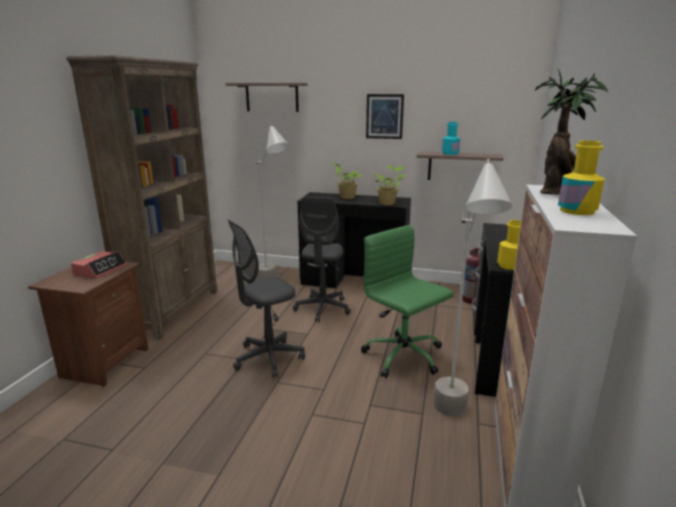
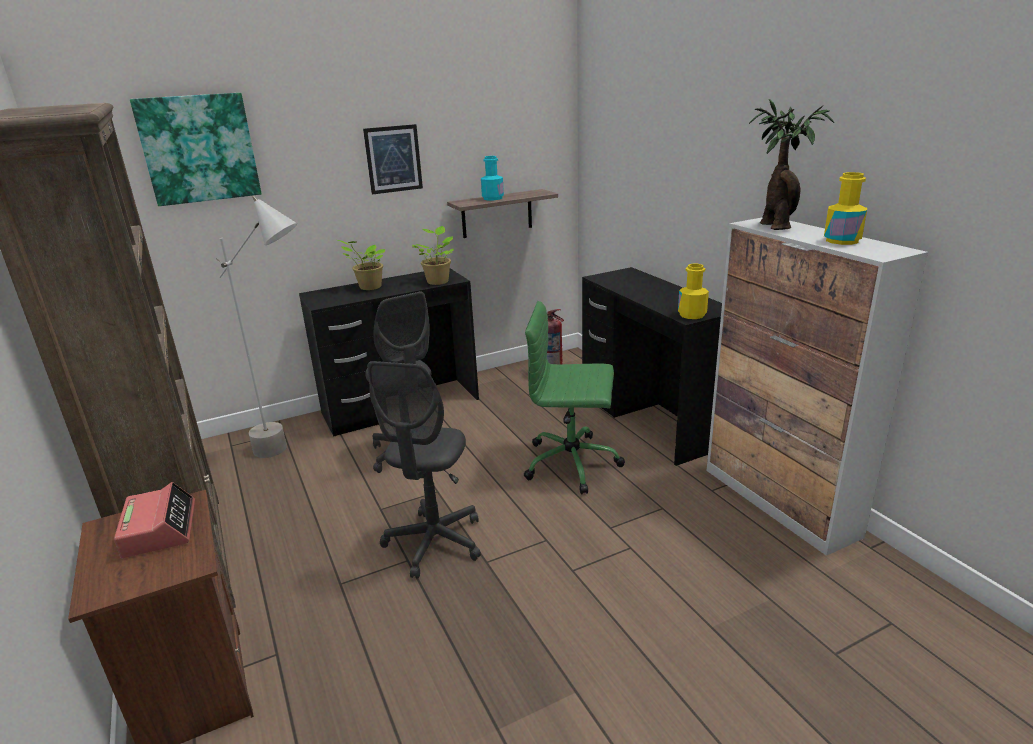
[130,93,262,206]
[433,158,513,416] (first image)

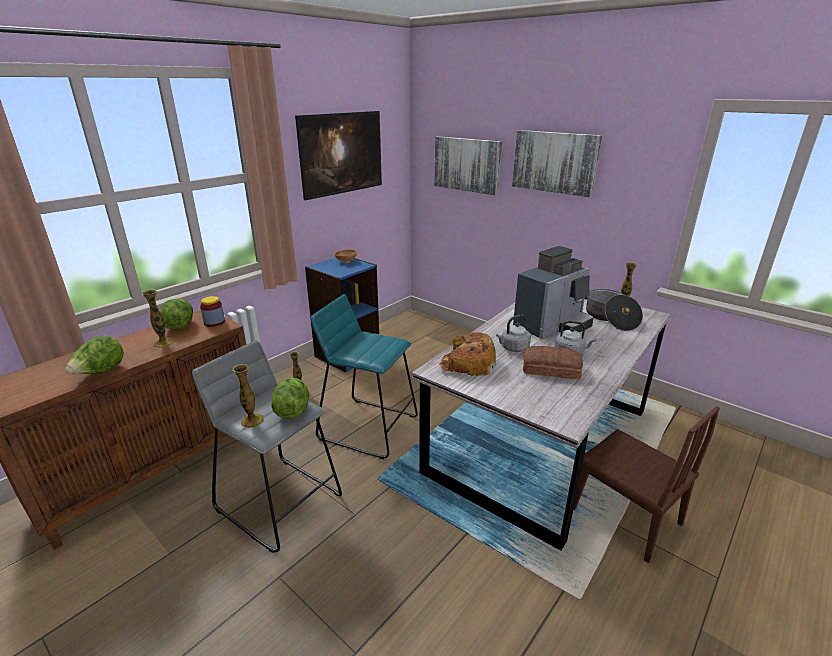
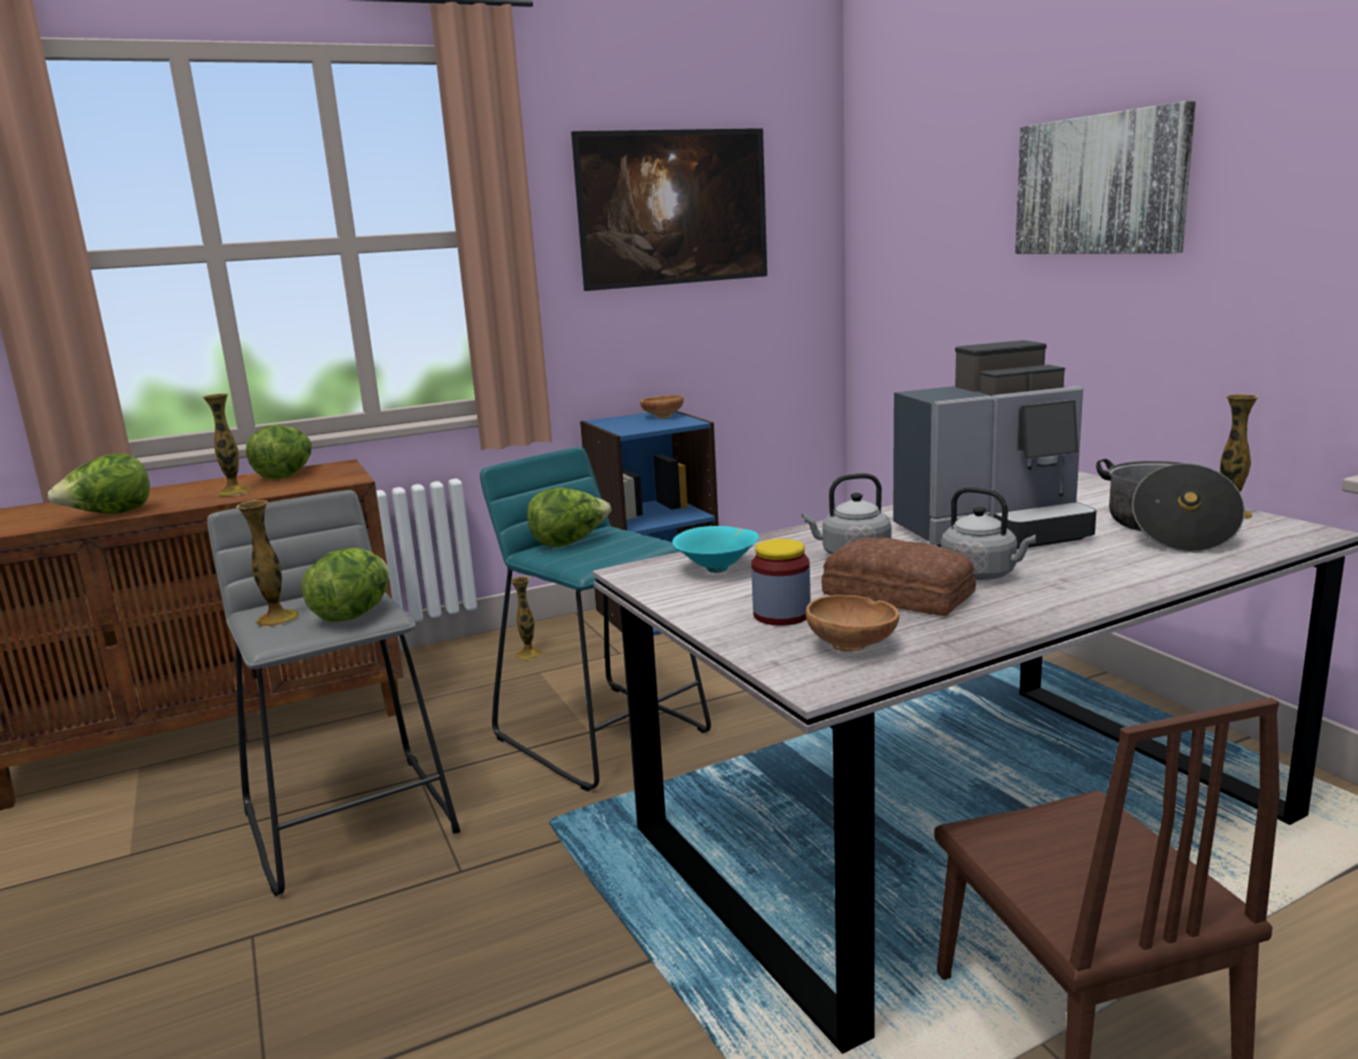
[527,487,611,547]
[672,526,759,573]
[751,539,810,626]
[806,595,899,652]
[434,136,502,195] (first image)

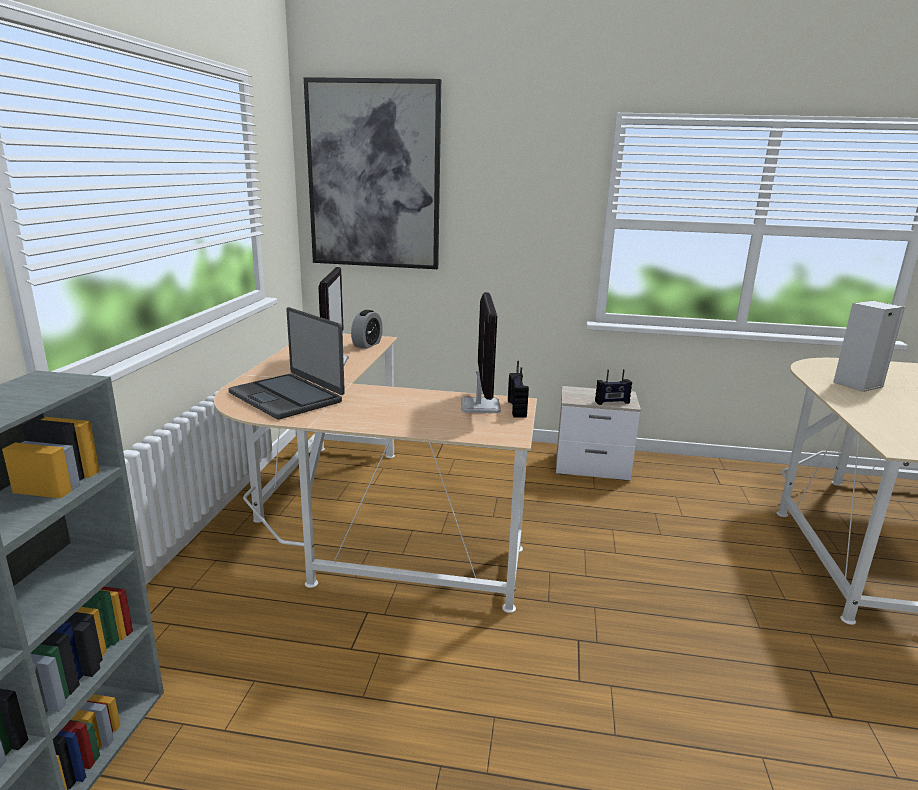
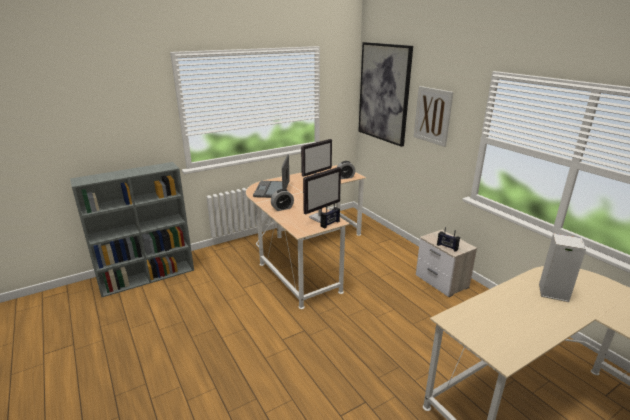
[271,189,294,211]
[413,86,454,147]

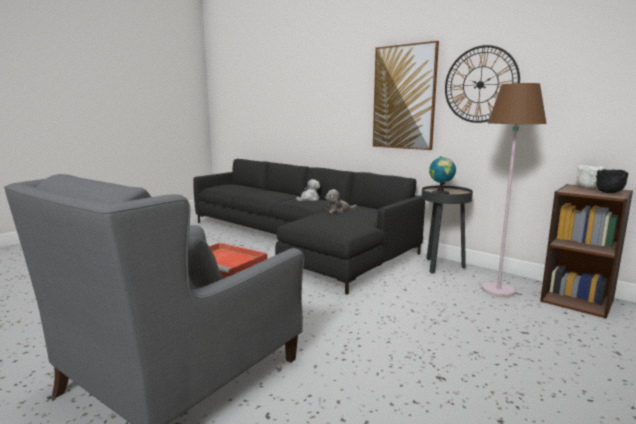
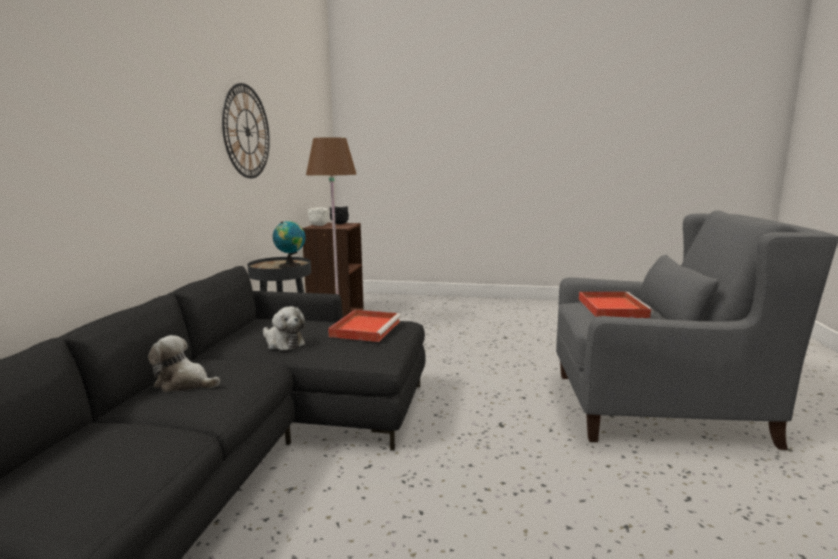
[328,310,401,342]
[373,41,439,150] (first image)

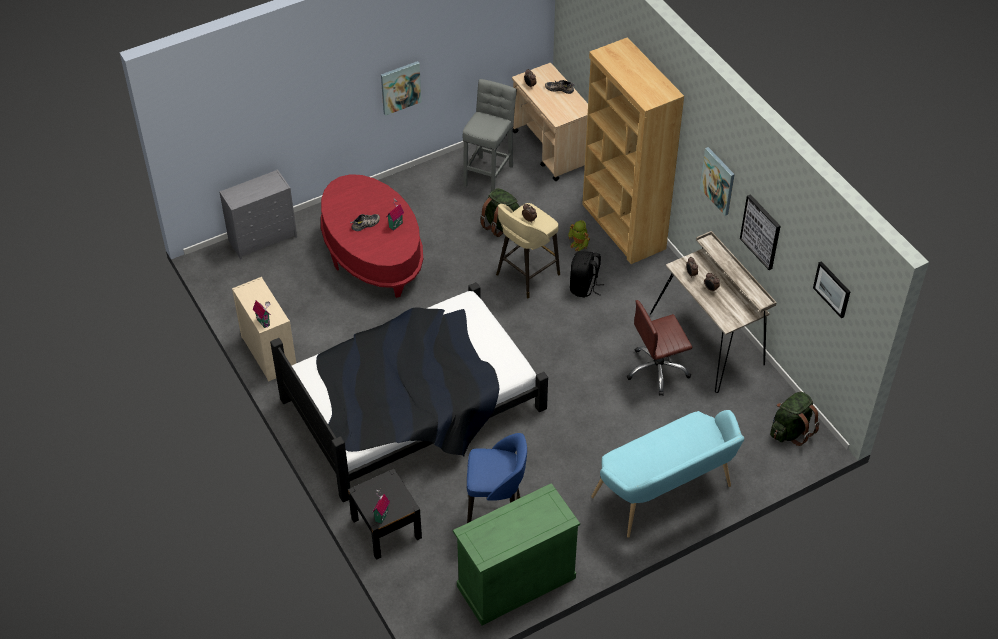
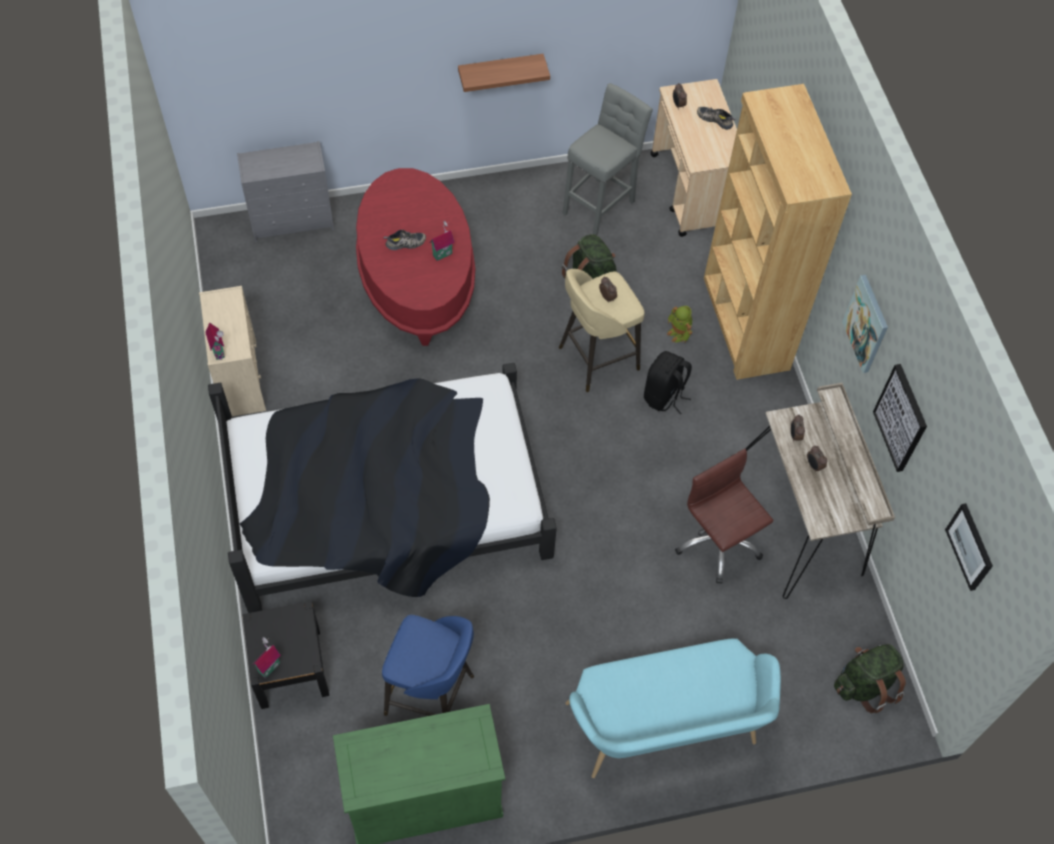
[458,54,550,92]
[675,449,773,584]

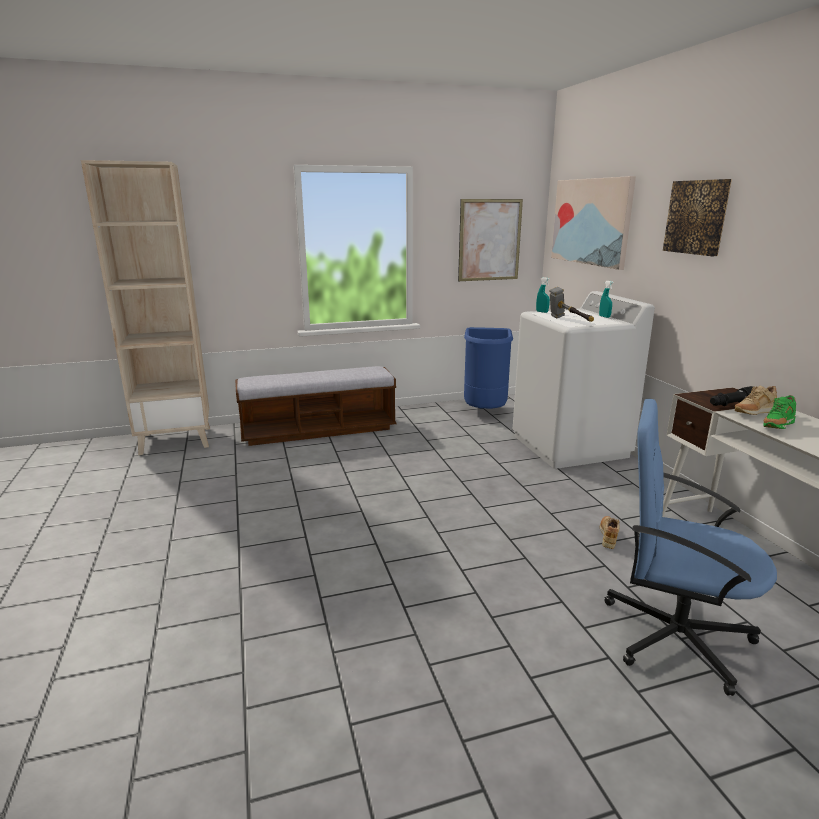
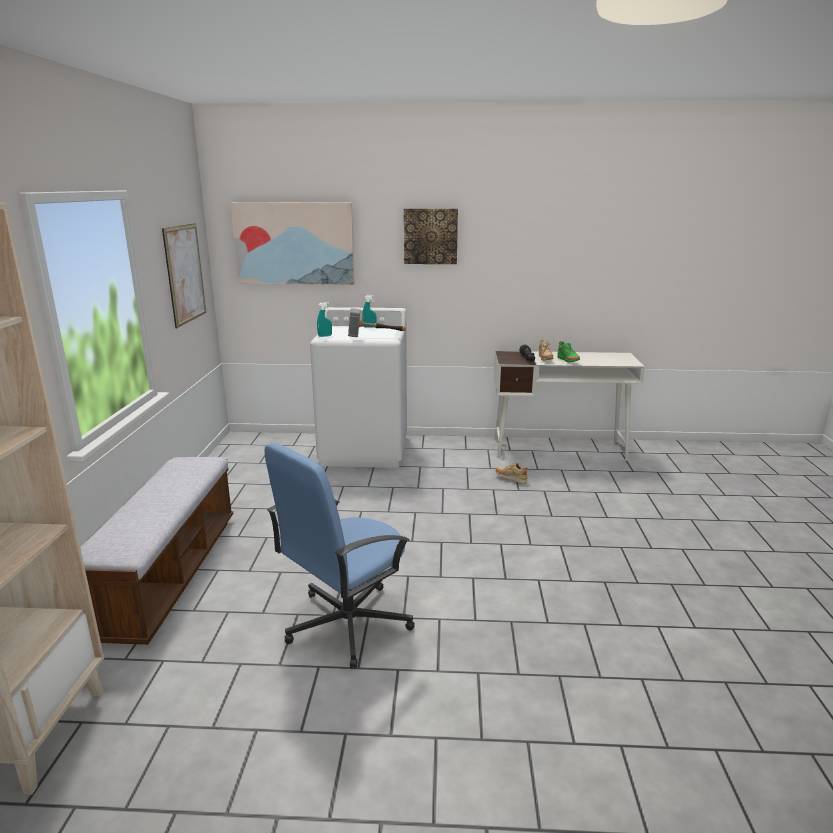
[264,443,415,668]
[464,327,513,409] (first image)

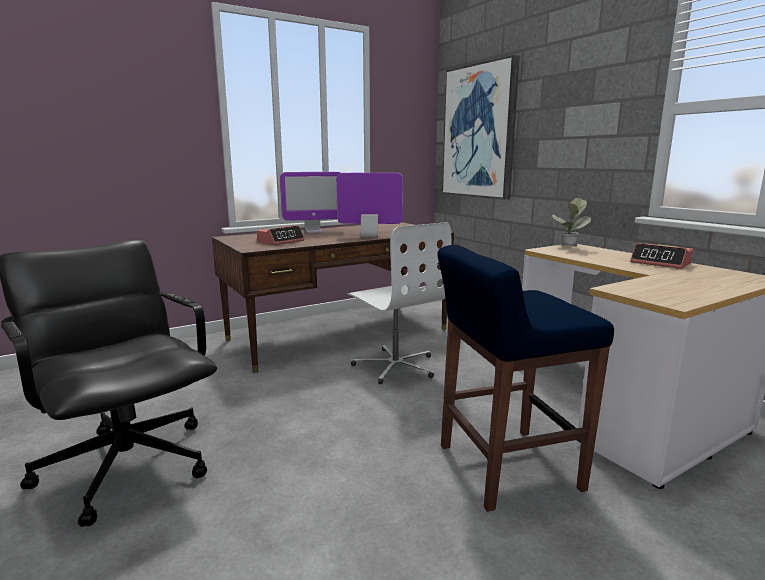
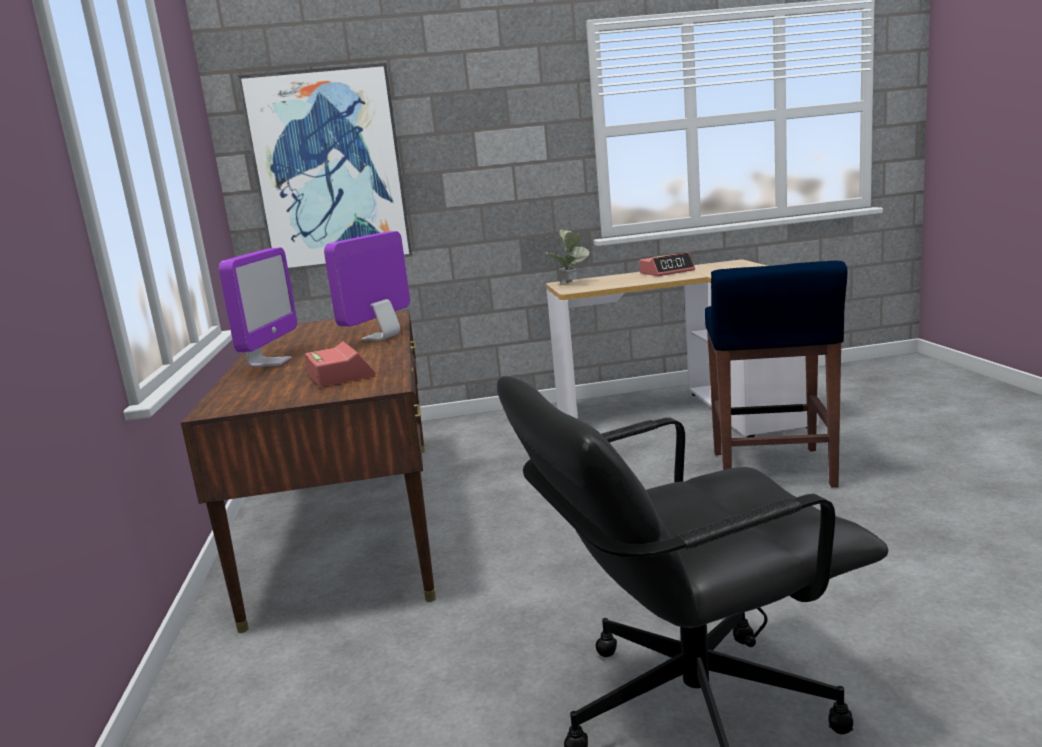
[347,222,451,384] (first image)

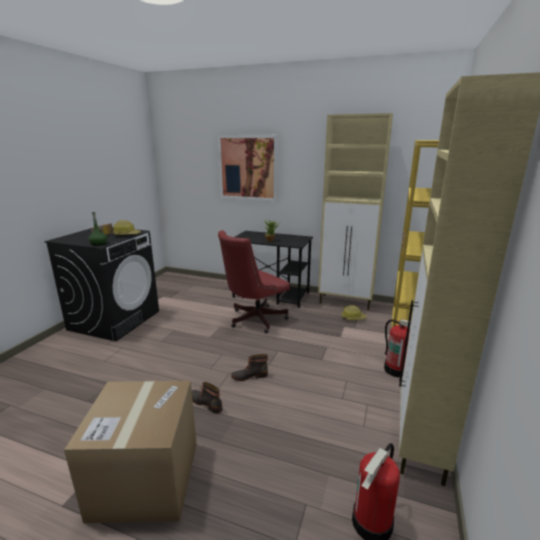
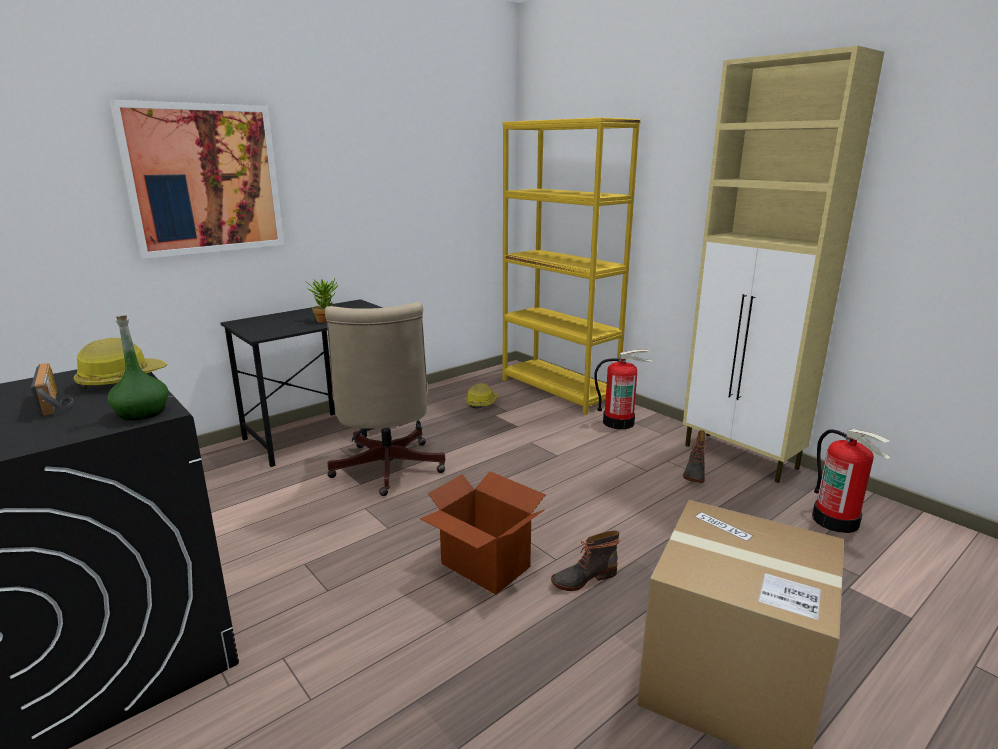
[325,302,445,496]
[420,471,546,595]
[683,430,707,483]
[318,113,393,310] (first image)

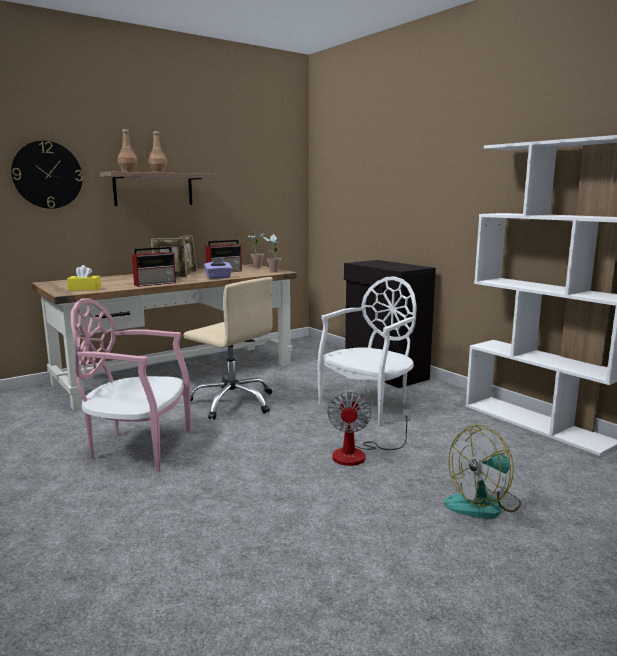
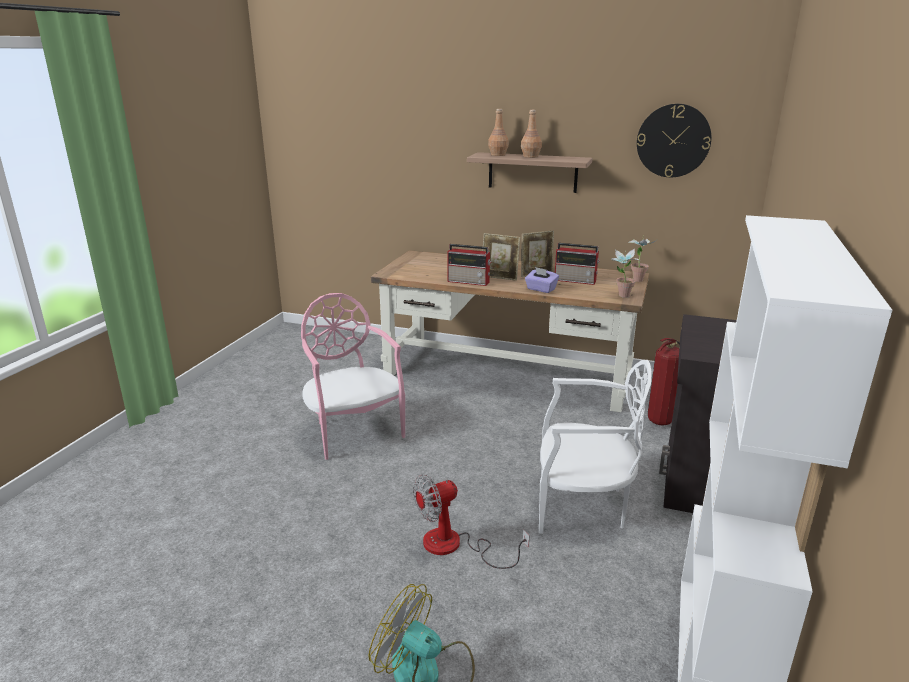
[637,104,711,177]
[648,338,680,426]
[67,265,101,291] (first image)
[184,277,273,420] (first image)

